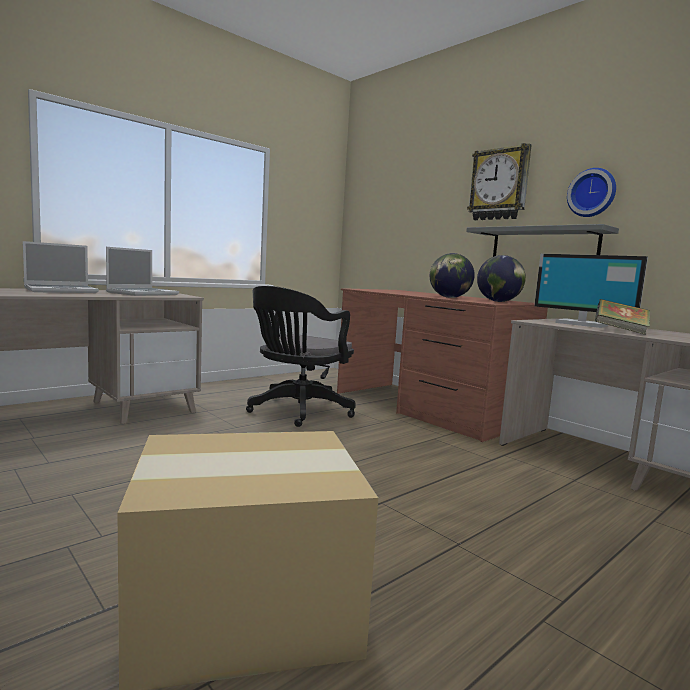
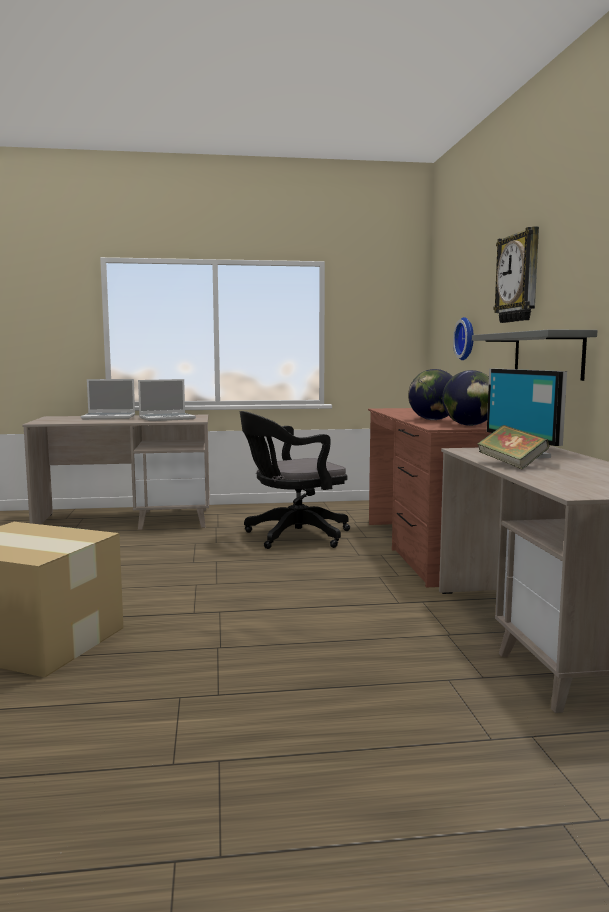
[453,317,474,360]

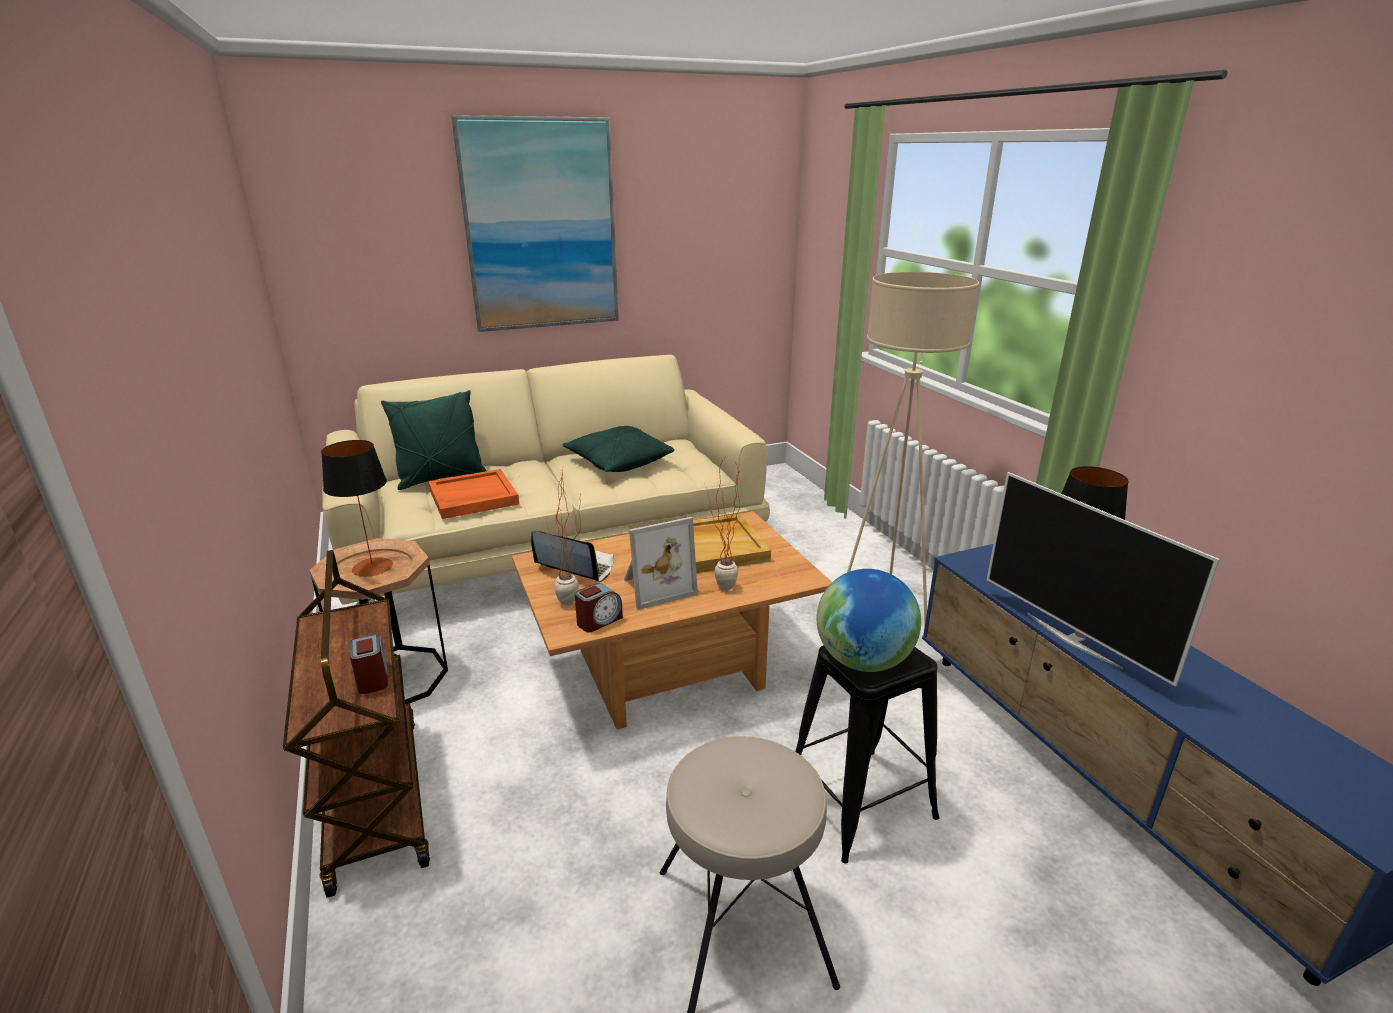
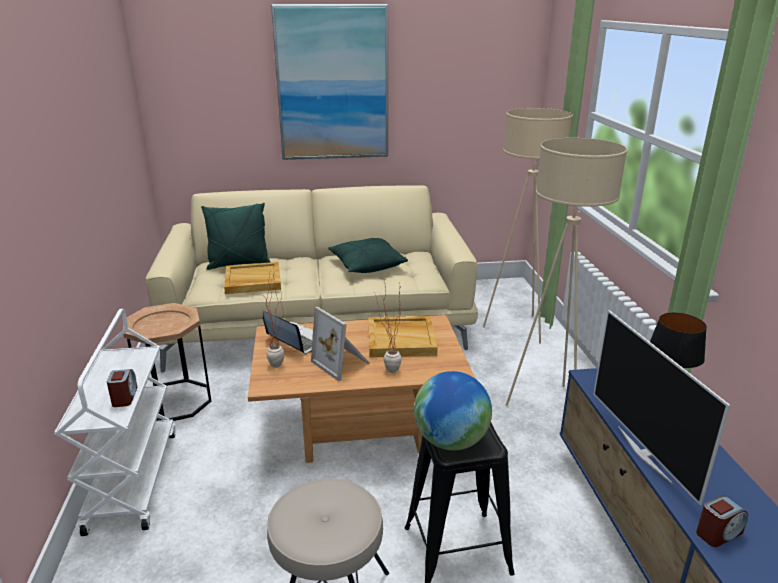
[54,309,175,536]
[224,262,281,294]
[311,307,370,381]
[483,108,573,344]
[696,495,748,547]
[321,440,393,577] (first image)

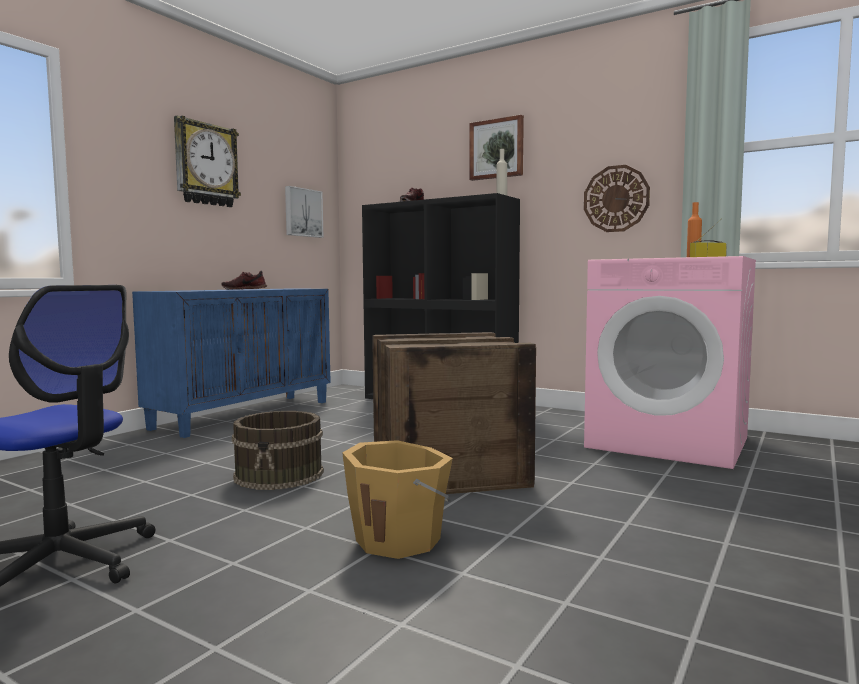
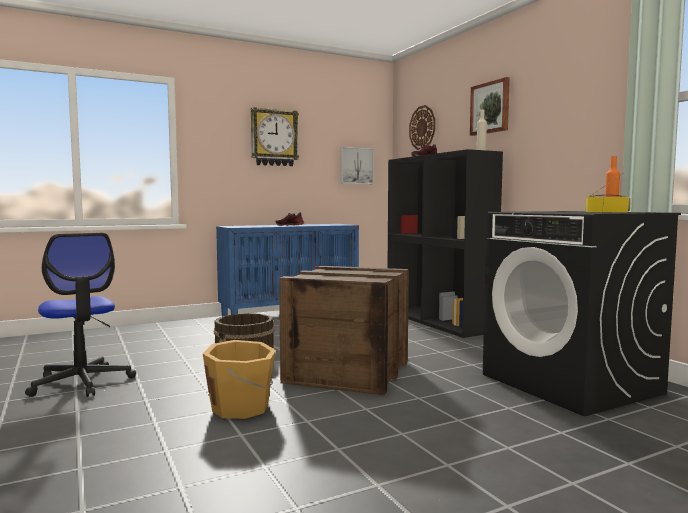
[409,105,435,150]
[483,211,681,416]

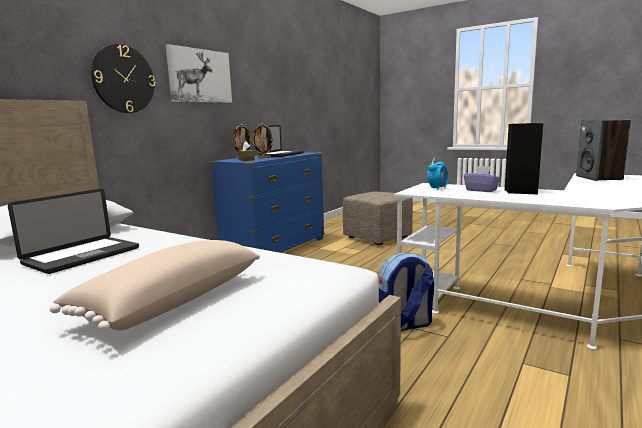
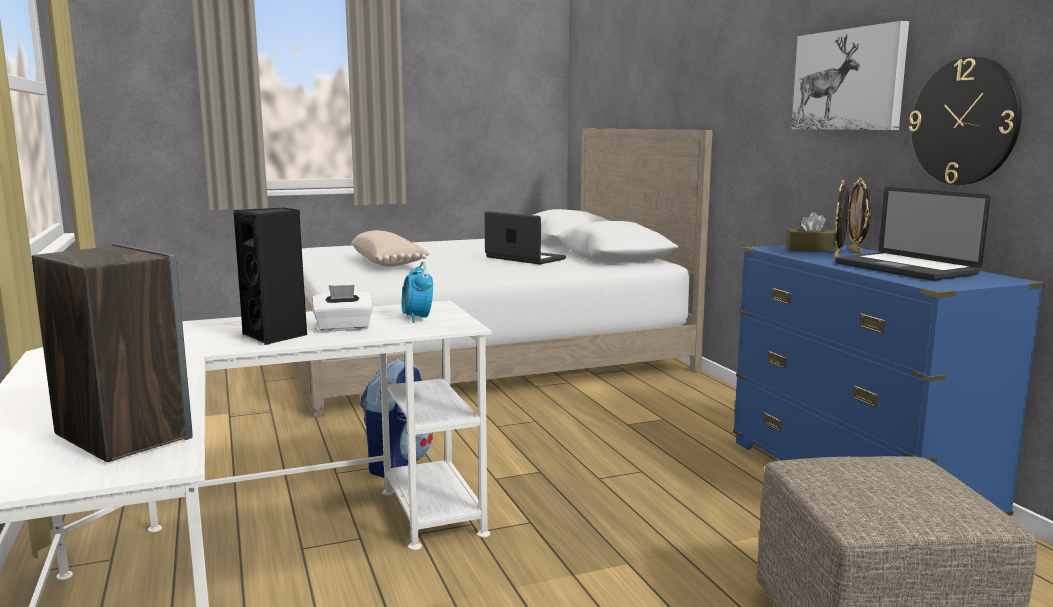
[312,285,373,332]
[484,211,566,265]
[909,57,1022,185]

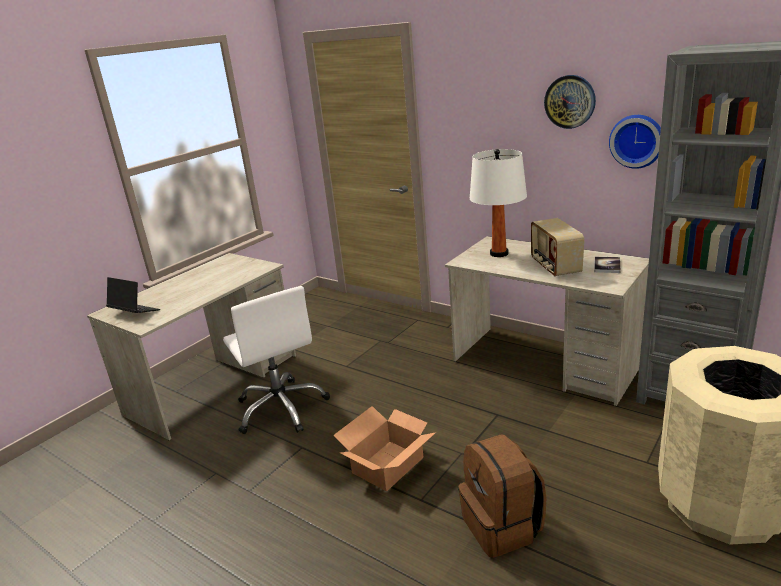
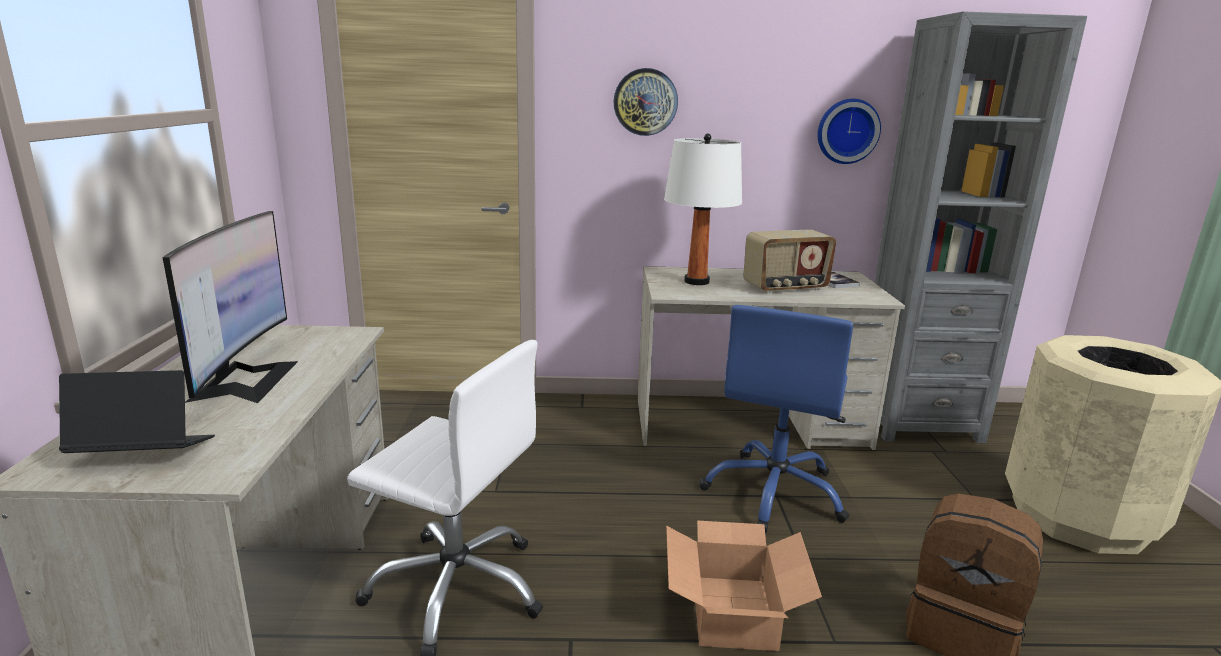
[162,211,298,403]
[613,68,678,136]
[699,305,853,533]
[743,229,836,294]

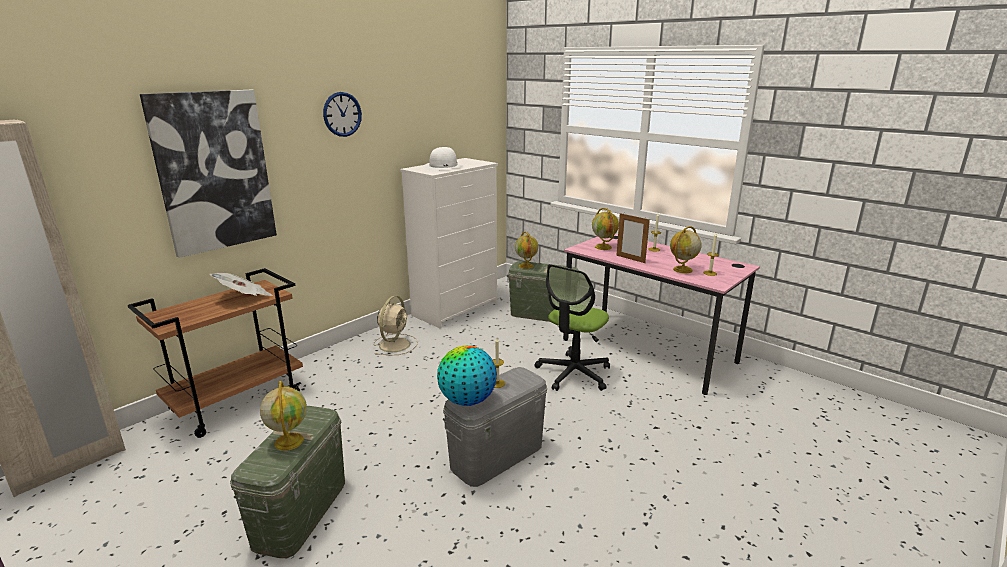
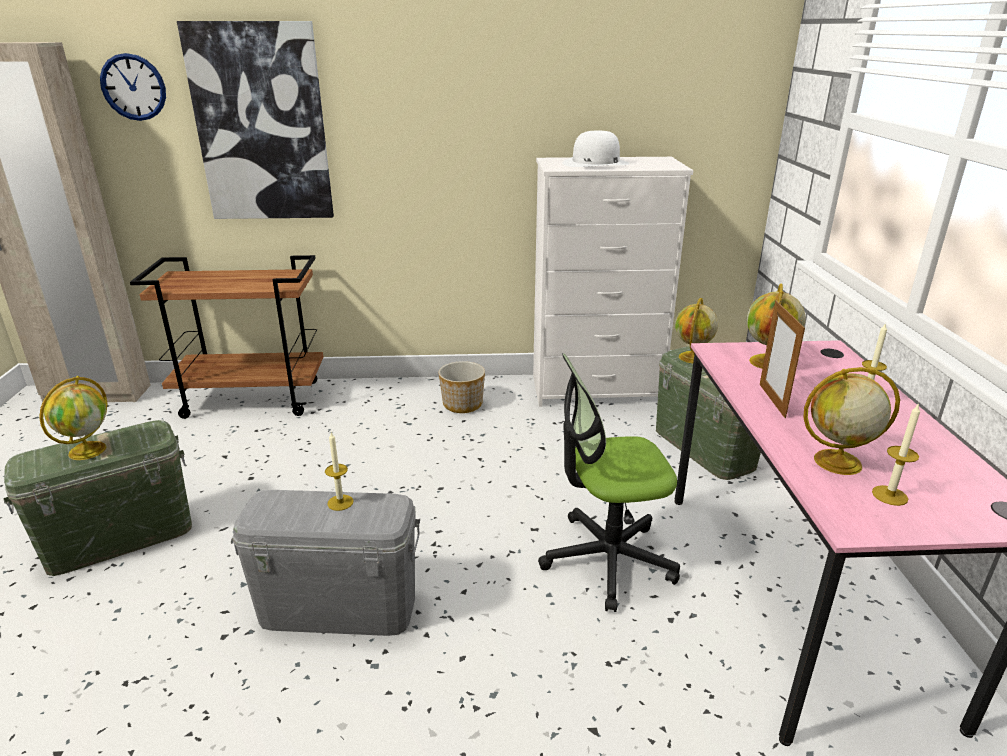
[100,53,166,121]
[438,361,485,413]
[209,273,273,296] (first image)
[437,345,497,406] (first image)

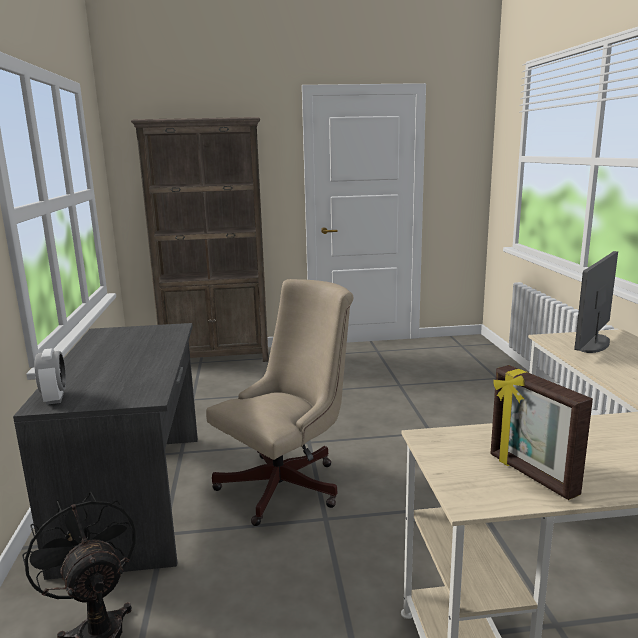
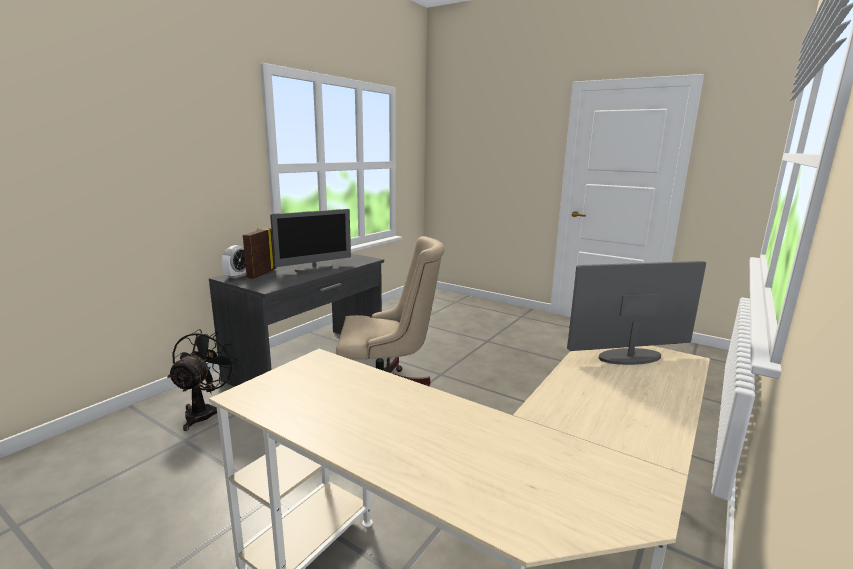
[243,228,276,279]
[270,209,351,272]
[131,117,269,362] (first image)

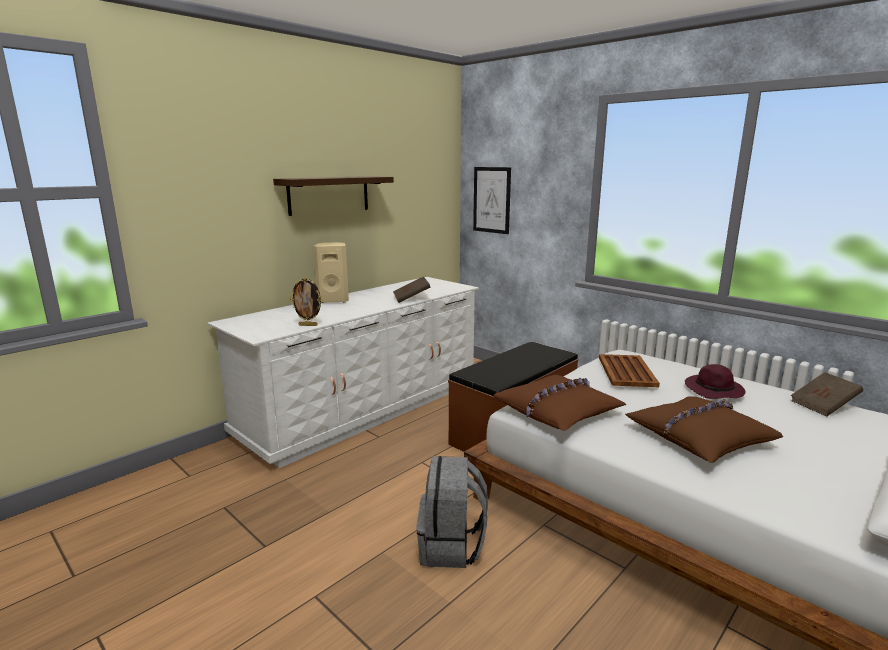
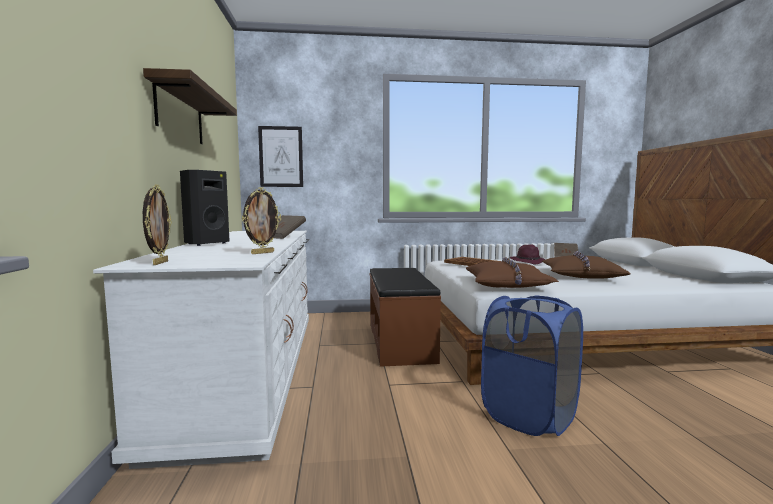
[143,184,172,265]
[180,170,229,246]
[481,295,583,436]

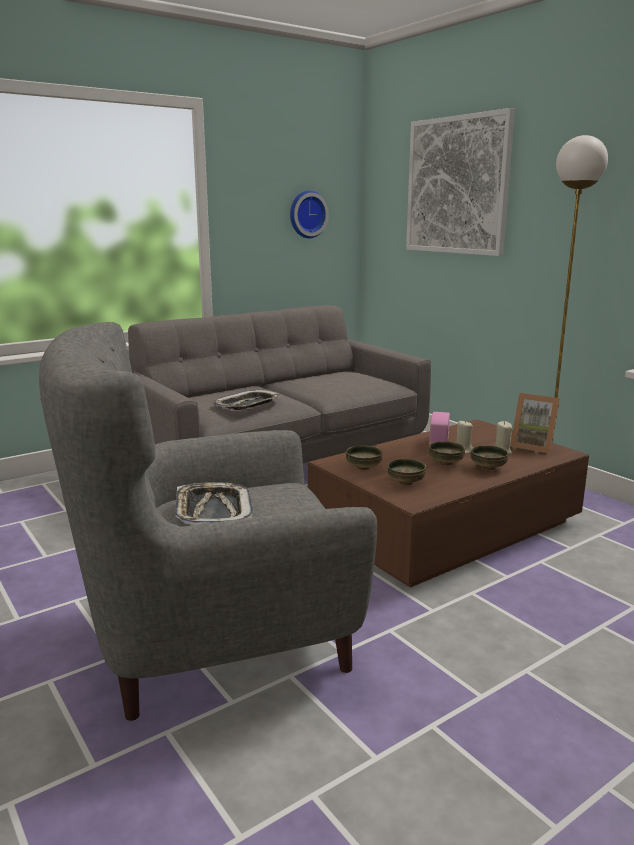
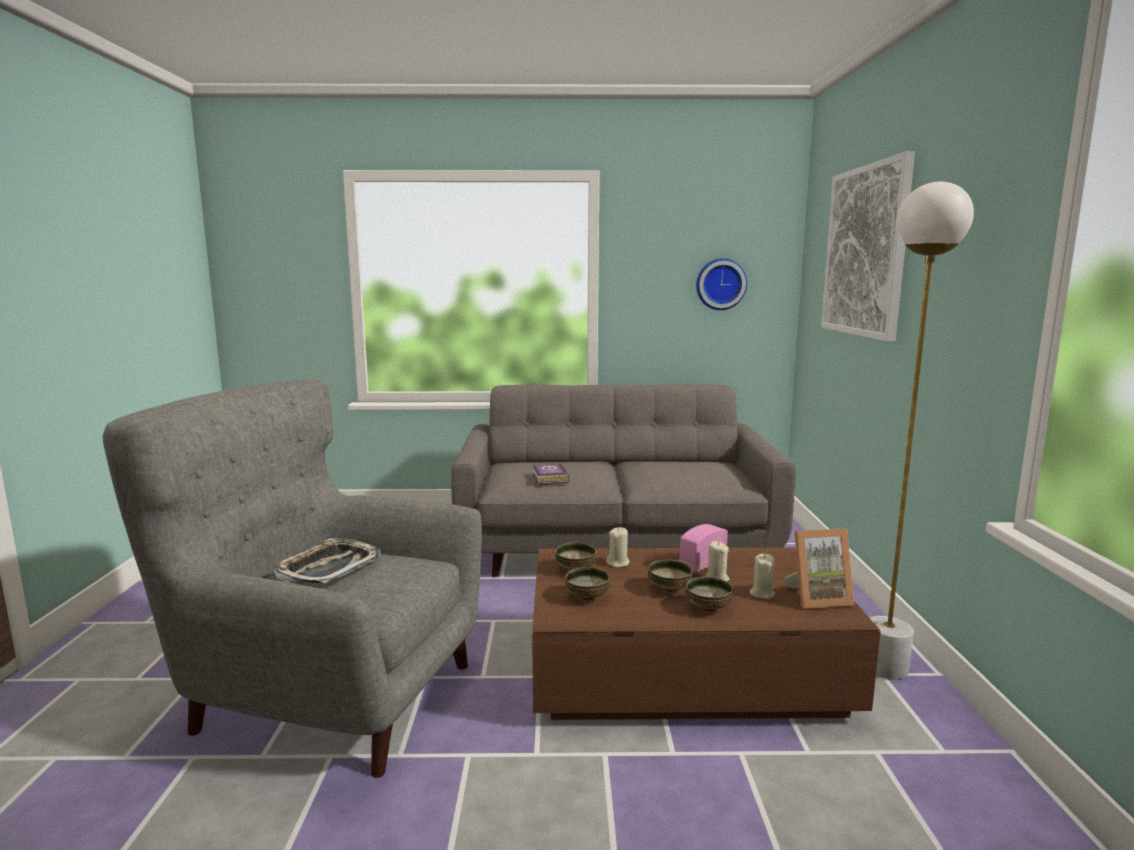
[533,464,569,485]
[606,527,630,567]
[784,528,854,609]

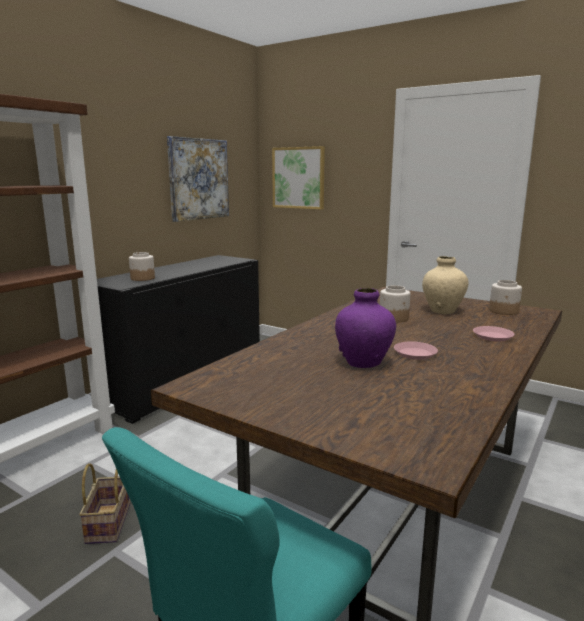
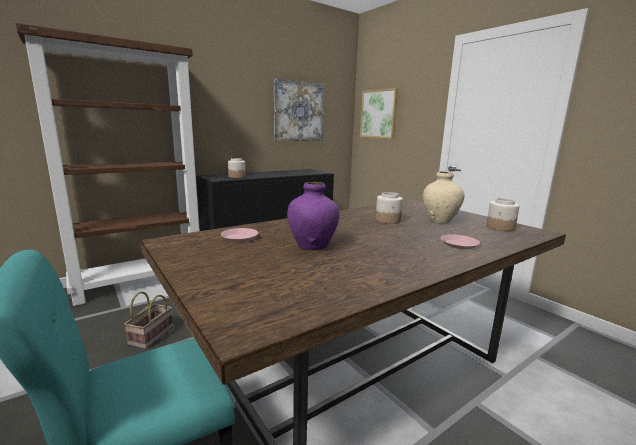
[221,228,258,242]

